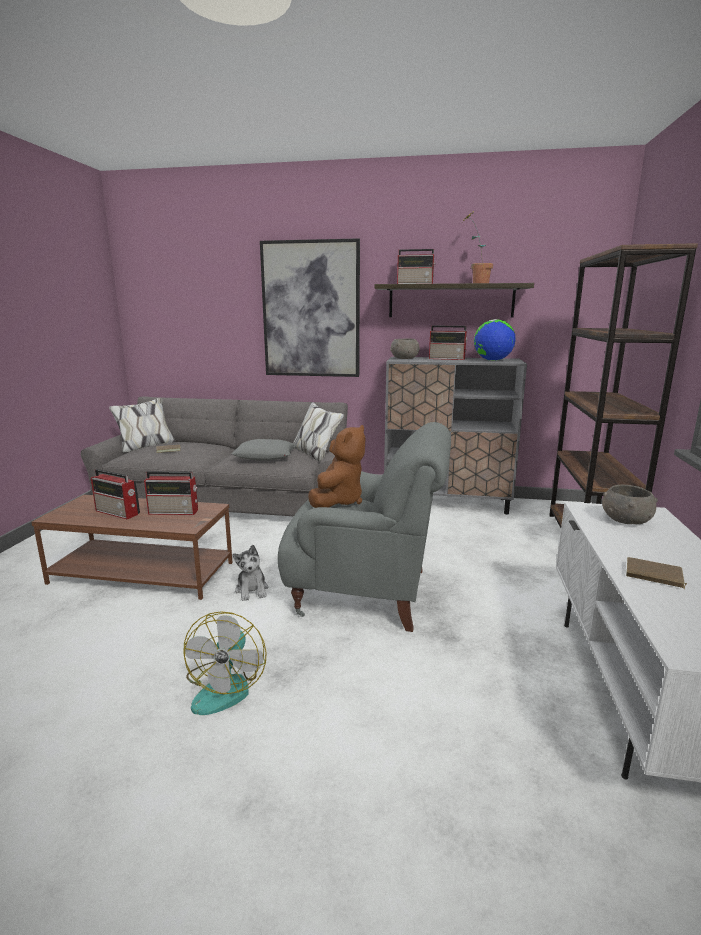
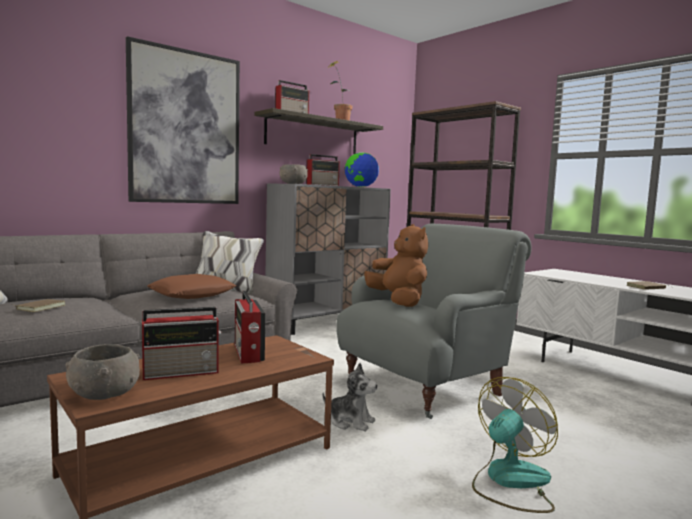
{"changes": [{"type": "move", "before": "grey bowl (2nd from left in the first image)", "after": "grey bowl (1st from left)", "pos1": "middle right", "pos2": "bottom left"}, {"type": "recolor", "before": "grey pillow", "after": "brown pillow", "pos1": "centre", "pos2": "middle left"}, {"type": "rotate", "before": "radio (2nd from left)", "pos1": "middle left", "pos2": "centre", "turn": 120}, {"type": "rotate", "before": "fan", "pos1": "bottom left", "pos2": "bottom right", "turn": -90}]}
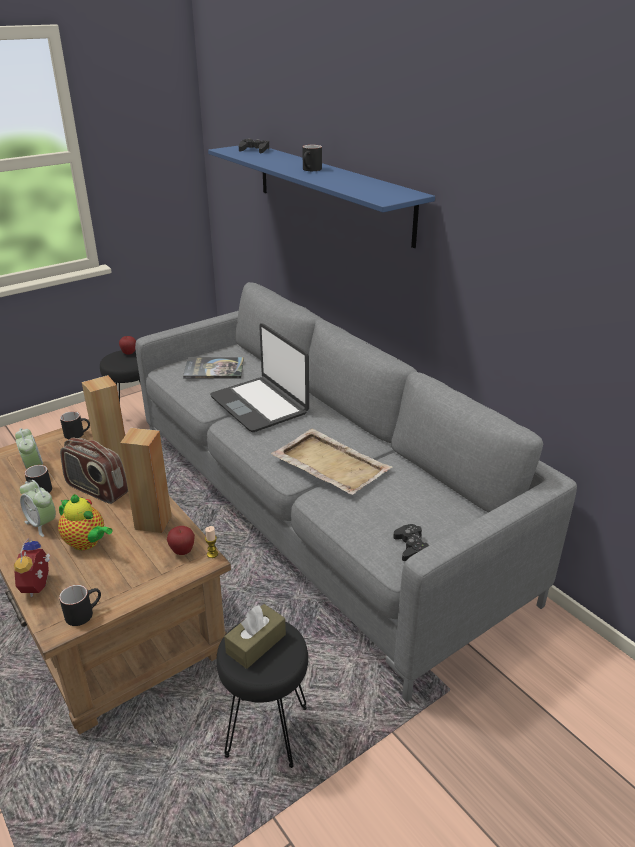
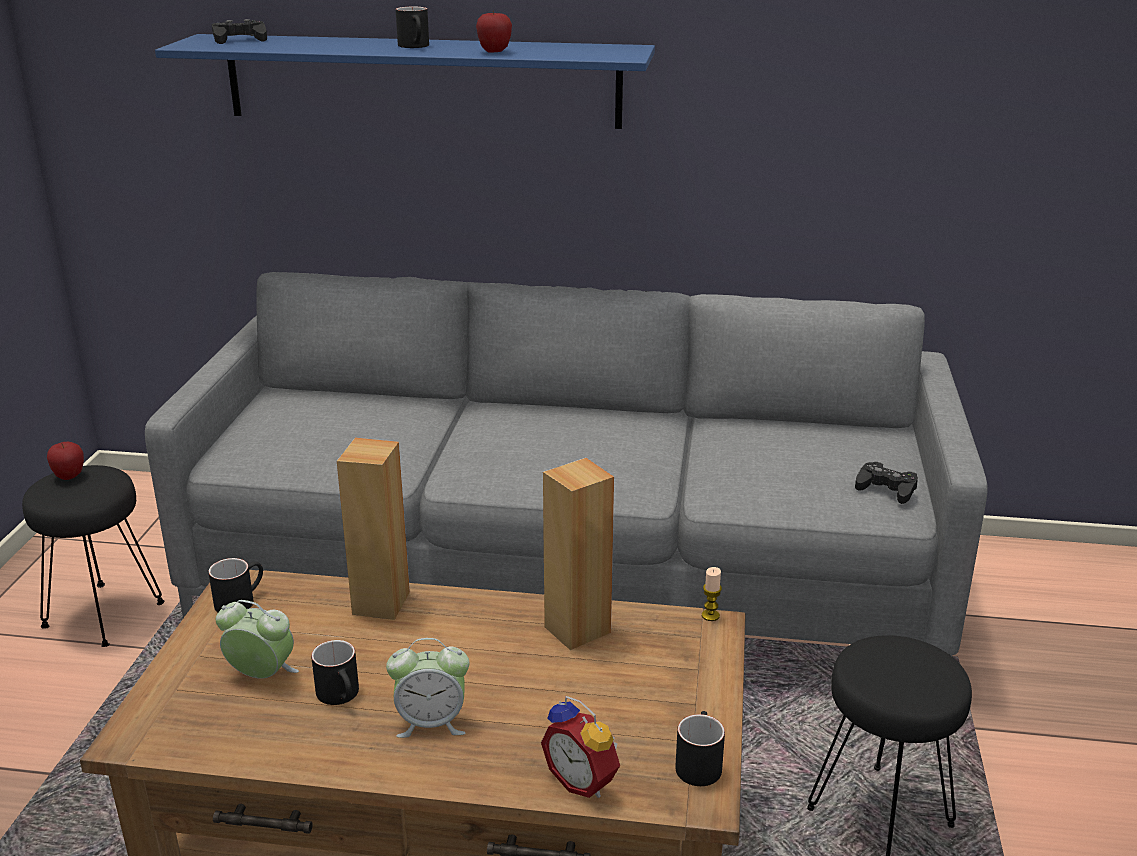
{"changes": [{"type": "move", "before": "apple (2nd from left)", "pos1": "middle left", "pos2": "top centre"}, {"type": "delete", "before": "teapot", "pos1": "middle left"}, {"type": "delete", "before": "radio", "pos1": "middle left"}, {"type": "delete", "before": "book", "pos1": "centre"}, {"type": "delete", "before": "laptop", "pos1": "centre"}, {"type": "delete", "before": "brown tissue box", "pos1": "bottom centre"}, {"type": "delete", "before": "beige tray", "pos1": "centre"}]}
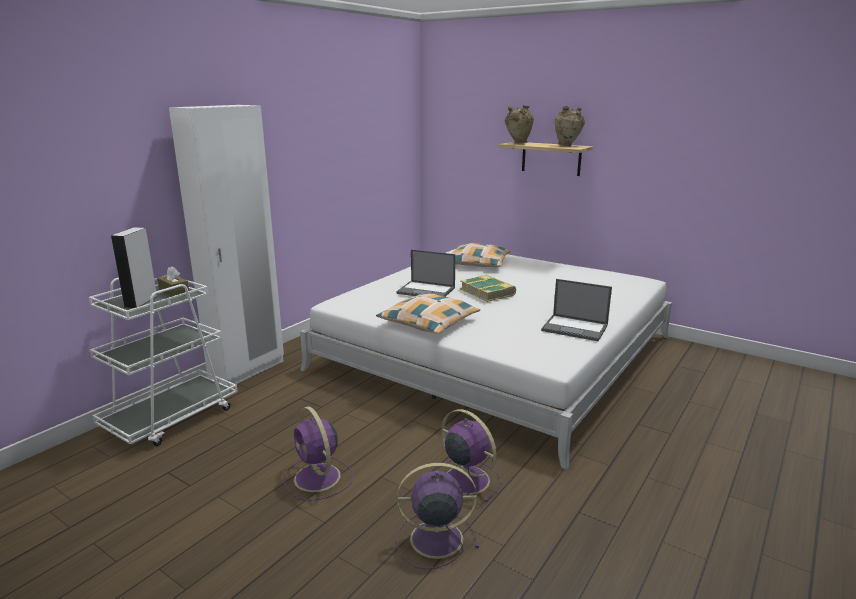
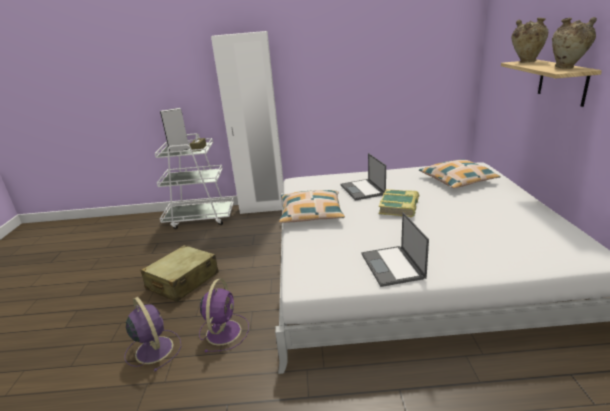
{"changes": [{"type": "replace", "before": "purple fan (1st from left)", "after": "beige suitcase", "pos1": "bottom centre", "pos2": "middle left"}]}
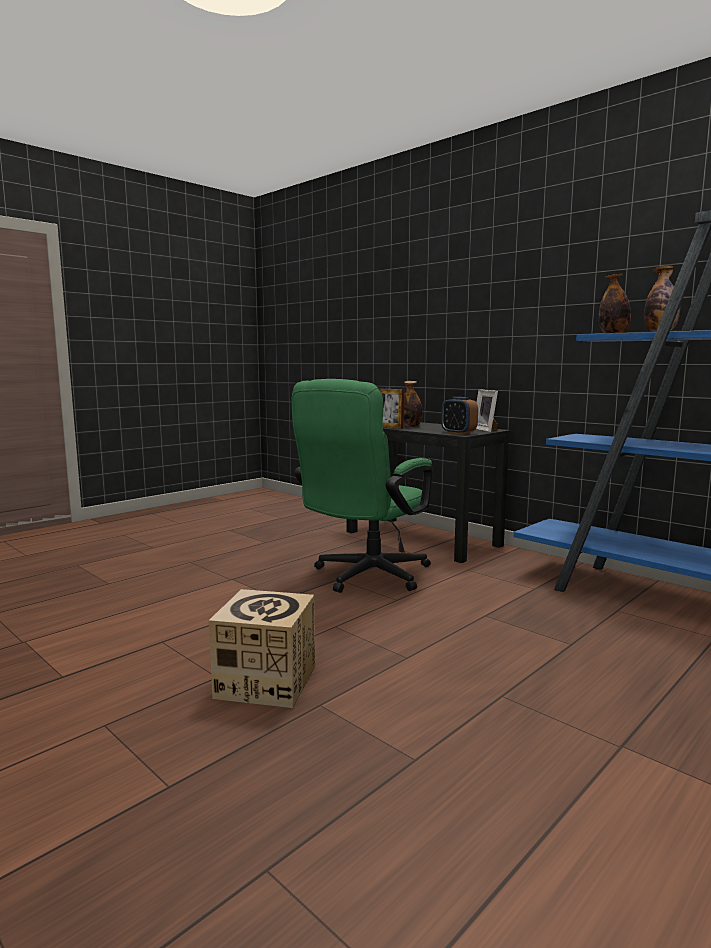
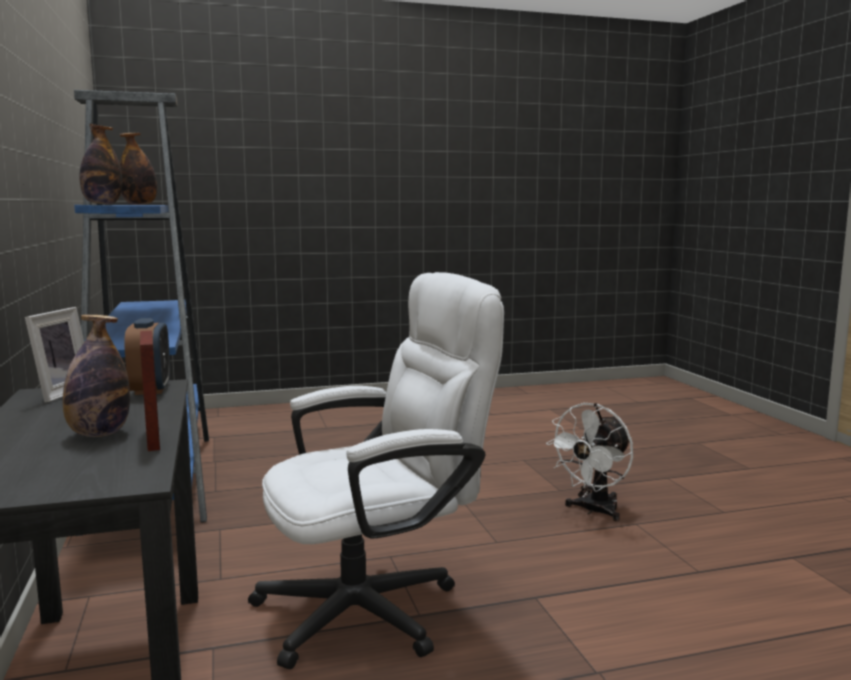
{"changes": [{"type": "recolor", "before": "green office chair", "after": "white office chair", "pos1": "centre", "pos2": "bottom centre"}, {"type": "replace", "before": "cardboard box", "after": "white fan", "pos1": "bottom centre", "pos2": "bottom right"}]}
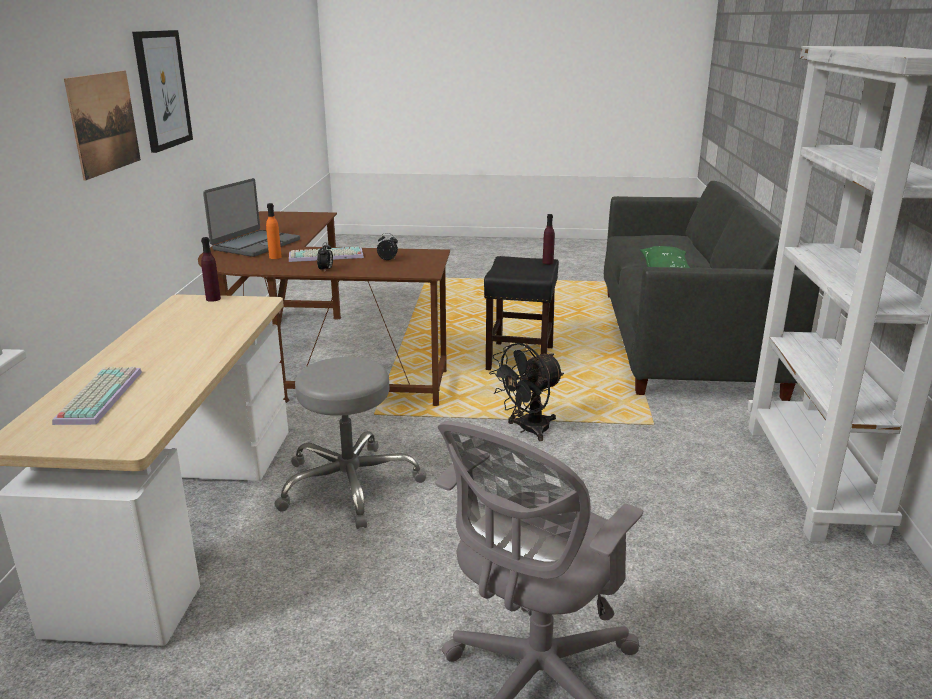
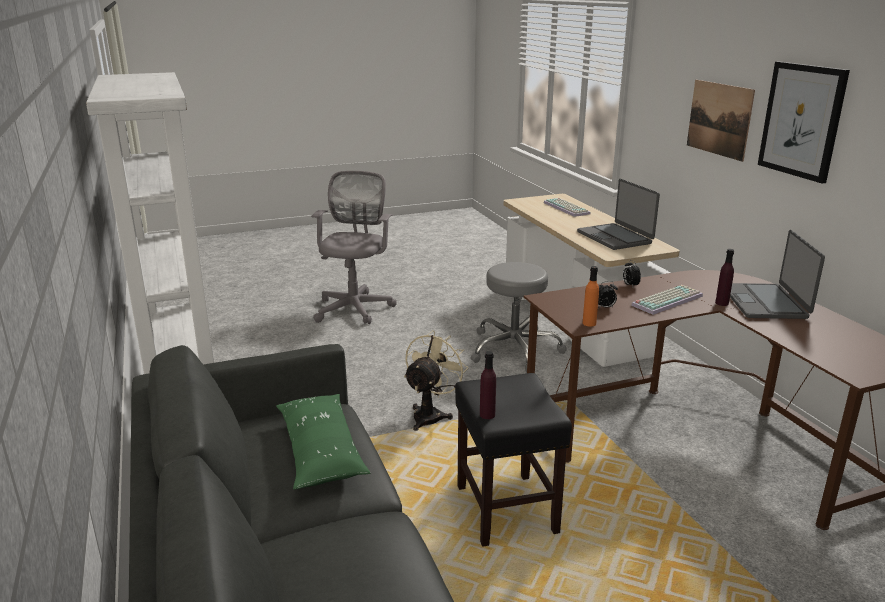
{"changes": [{"type": "recolor", "before": "black fan", "after": "beige fan", "pos1": "centre", "pos2": "centre"}, {"type": "insert", "after": "laptop (1st from left)", "pos2": "middle right"}, {"type": "move", "before": "orange bottle", "pos1": "top left", "pos2": "middle right"}, {"type": "move", "before": "purple bottle (1st from left in the first image)", "after": "purple bottle (2nd from left)", "pos1": "middle left", "pos2": "middle right"}]}
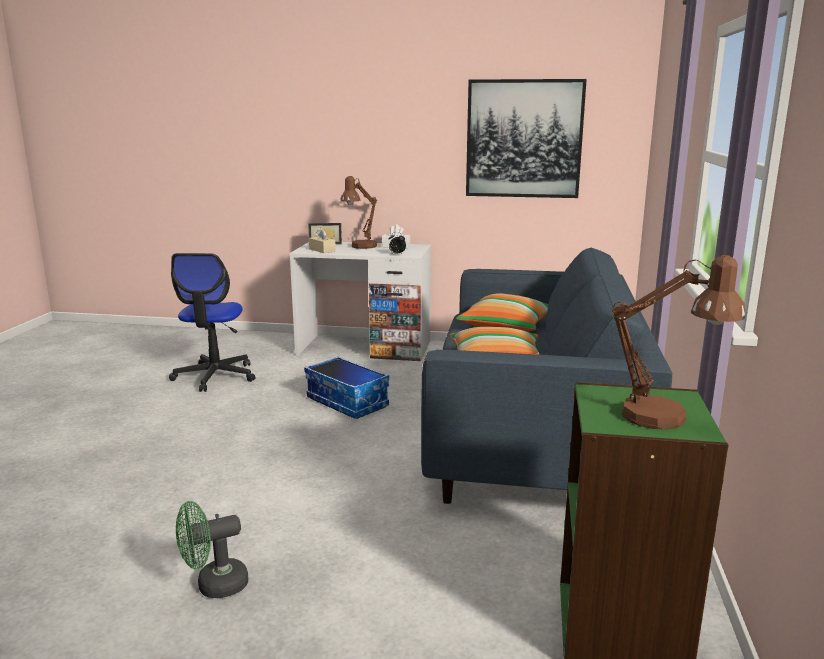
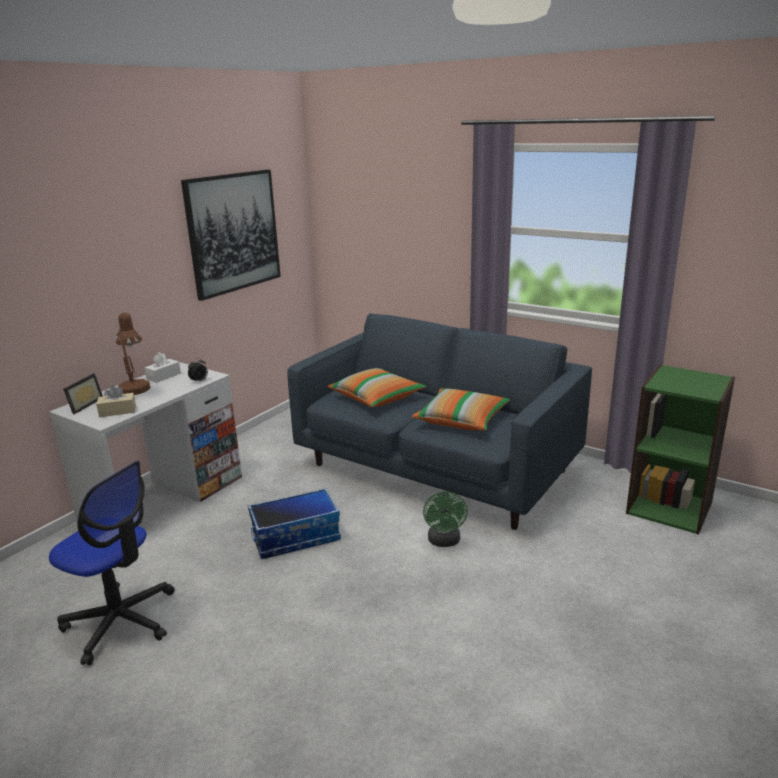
{"changes": [{"type": "move", "before": "green fan", "pos1": "bottom left", "pos2": "bottom centre"}, {"type": "delete", "before": "brown table lamp (2nd from left)", "pos1": "middle right"}]}
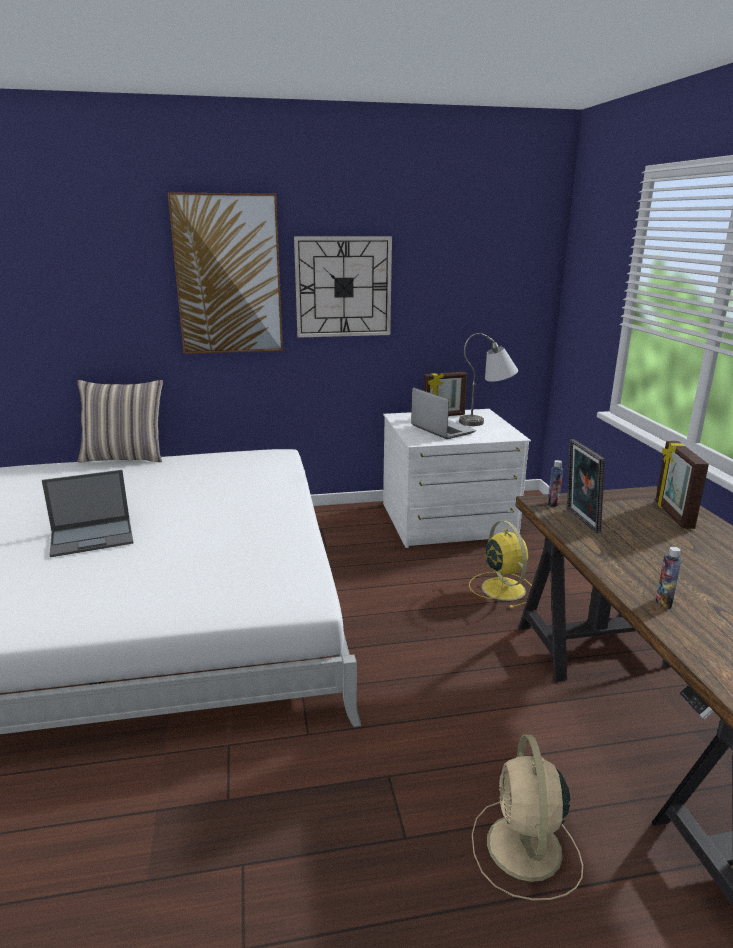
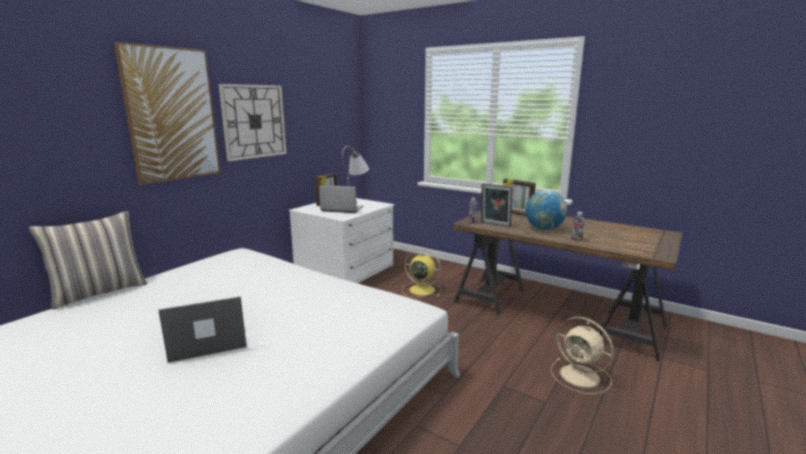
{"changes": [{"type": "rotate", "before": "laptop (1st from left)", "pos1": "middle left", "pos2": "bottom left", "turn": -135}, {"type": "insert", "after": "globe", "pos2": "middle right"}]}
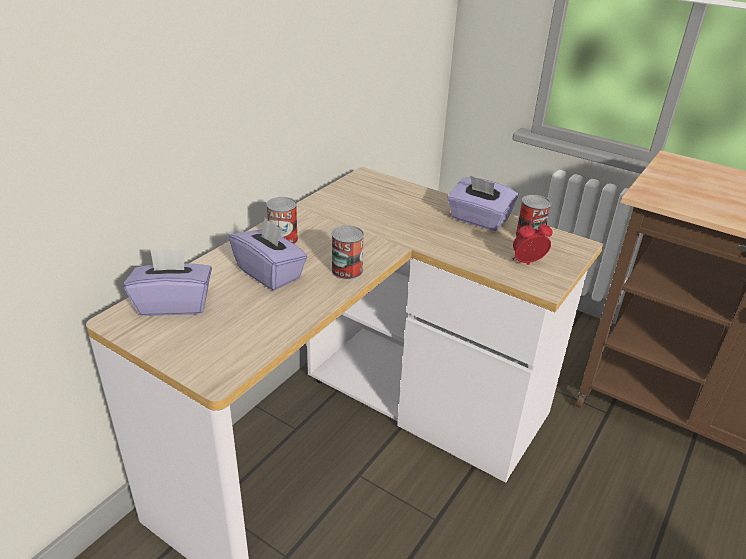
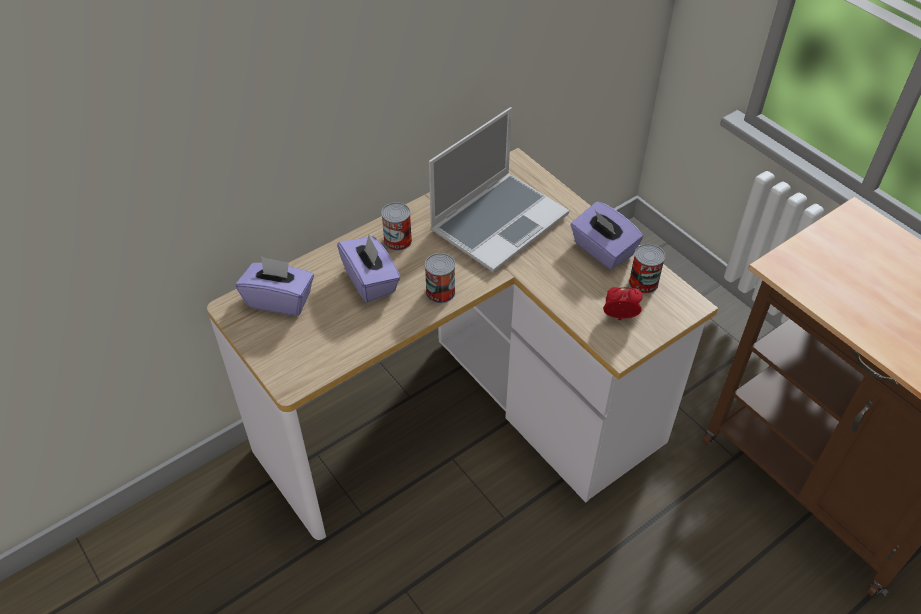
{"changes": [{"type": "insert", "after": "laptop", "pos2": "top centre"}]}
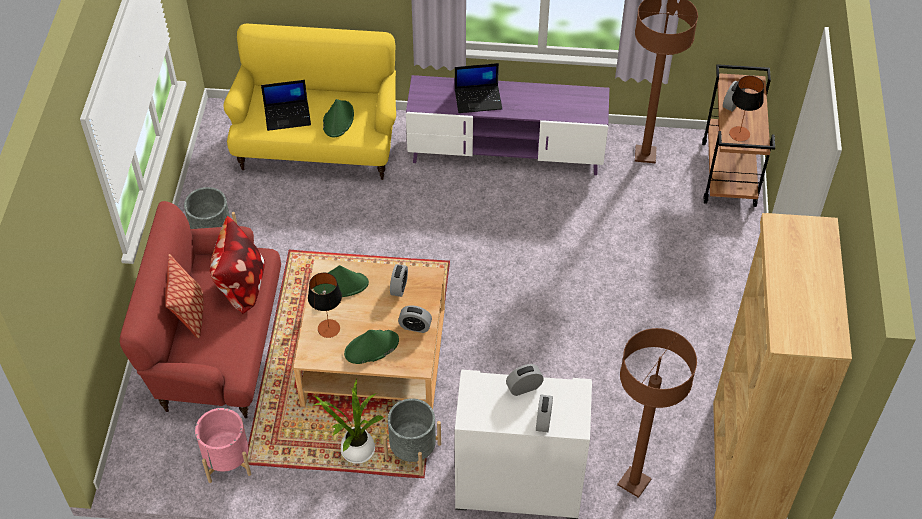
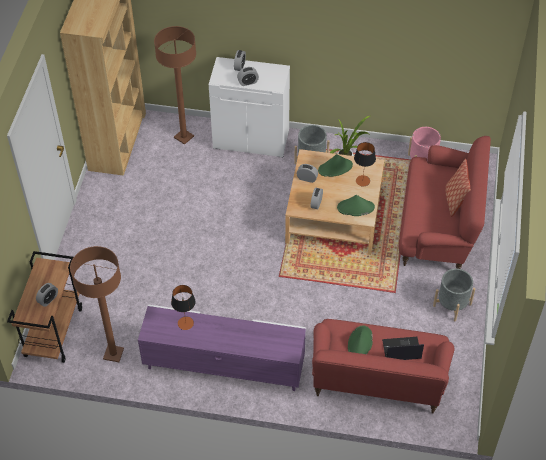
{"changes": [{"type": "move", "before": "table lamp (2nd from left in the first image)", "after": "table lamp (1st from left)", "pos1": "top right", "pos2": "bottom centre"}, {"type": "recolor", "before": "yellow sofa", "after": "red sofa (1st from left)", "pos1": "top centre", "pos2": "bottom right"}, {"type": "delete", "before": "pillow (2nd from left)", "pos1": "middle left"}, {"type": "delete", "before": "laptop (2nd from left)", "pos1": "top centre"}]}
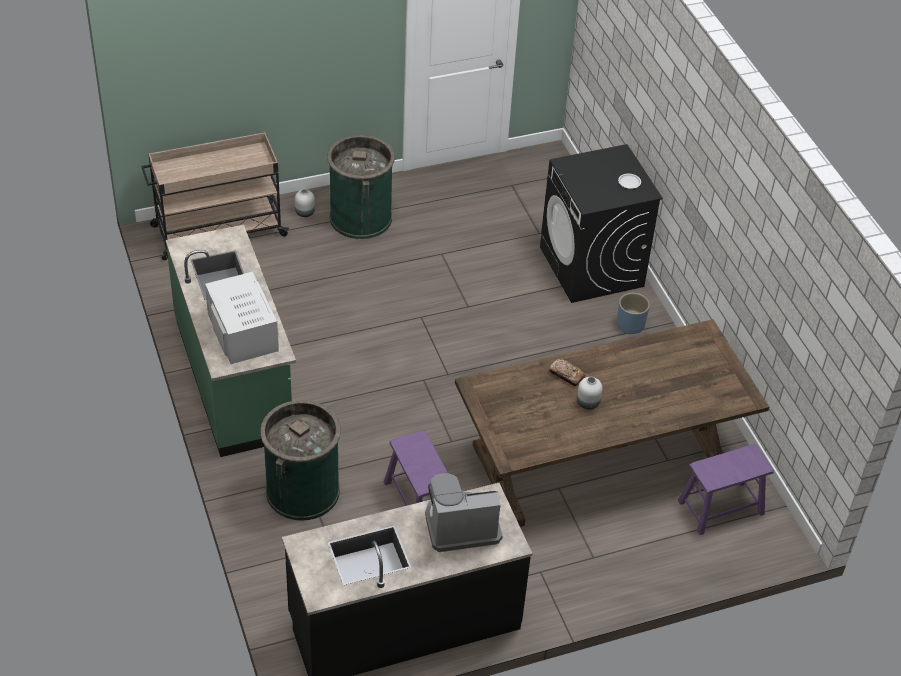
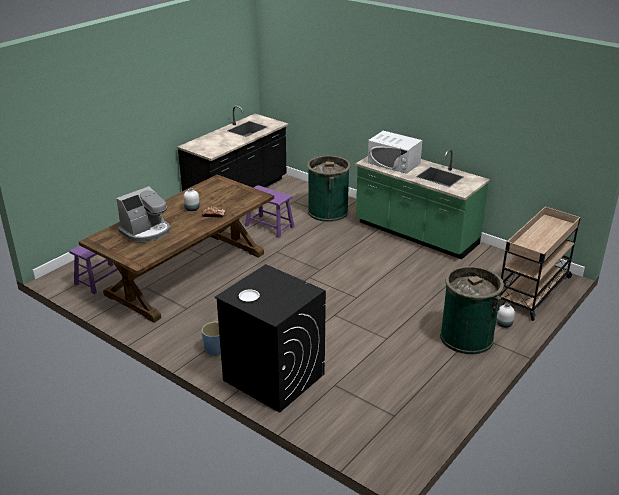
{"changes": [{"type": "move", "before": "coffee machine", "pos1": "bottom centre", "pos2": "middle left"}]}
